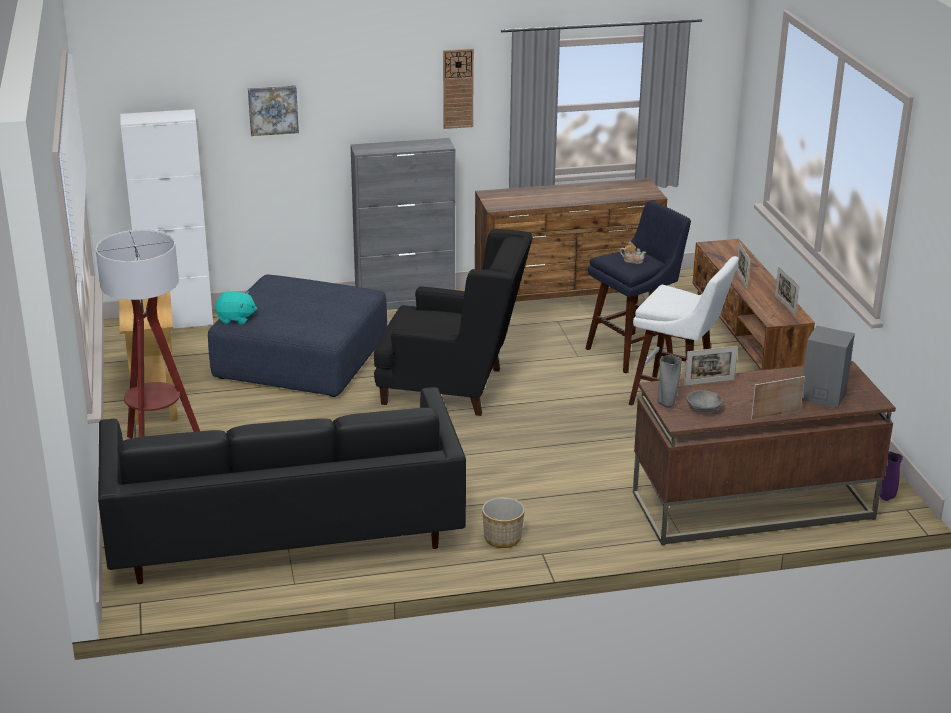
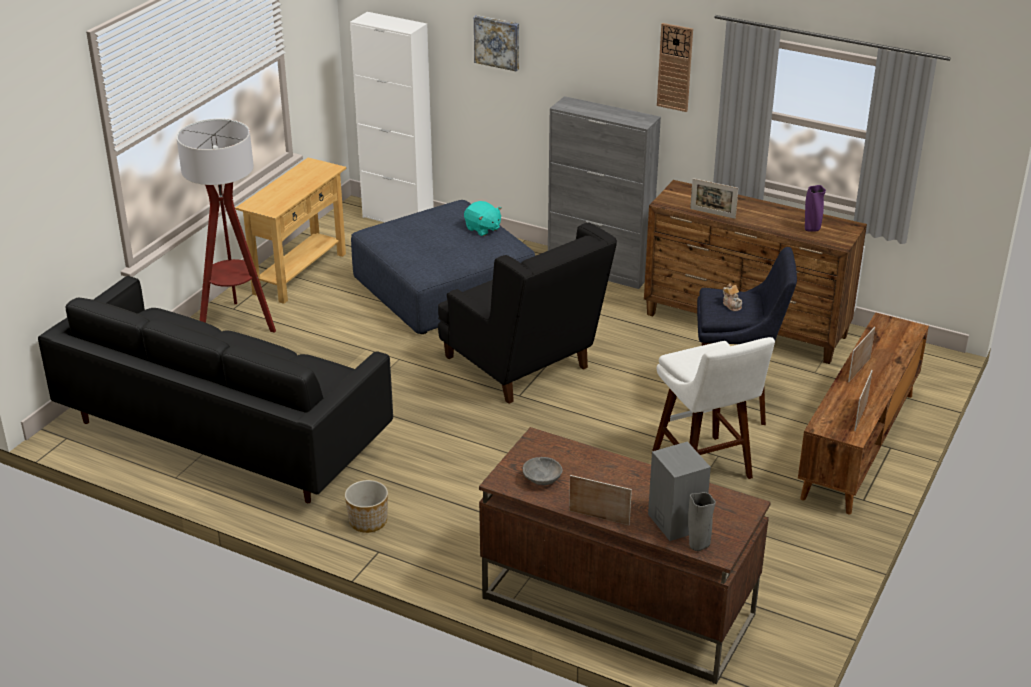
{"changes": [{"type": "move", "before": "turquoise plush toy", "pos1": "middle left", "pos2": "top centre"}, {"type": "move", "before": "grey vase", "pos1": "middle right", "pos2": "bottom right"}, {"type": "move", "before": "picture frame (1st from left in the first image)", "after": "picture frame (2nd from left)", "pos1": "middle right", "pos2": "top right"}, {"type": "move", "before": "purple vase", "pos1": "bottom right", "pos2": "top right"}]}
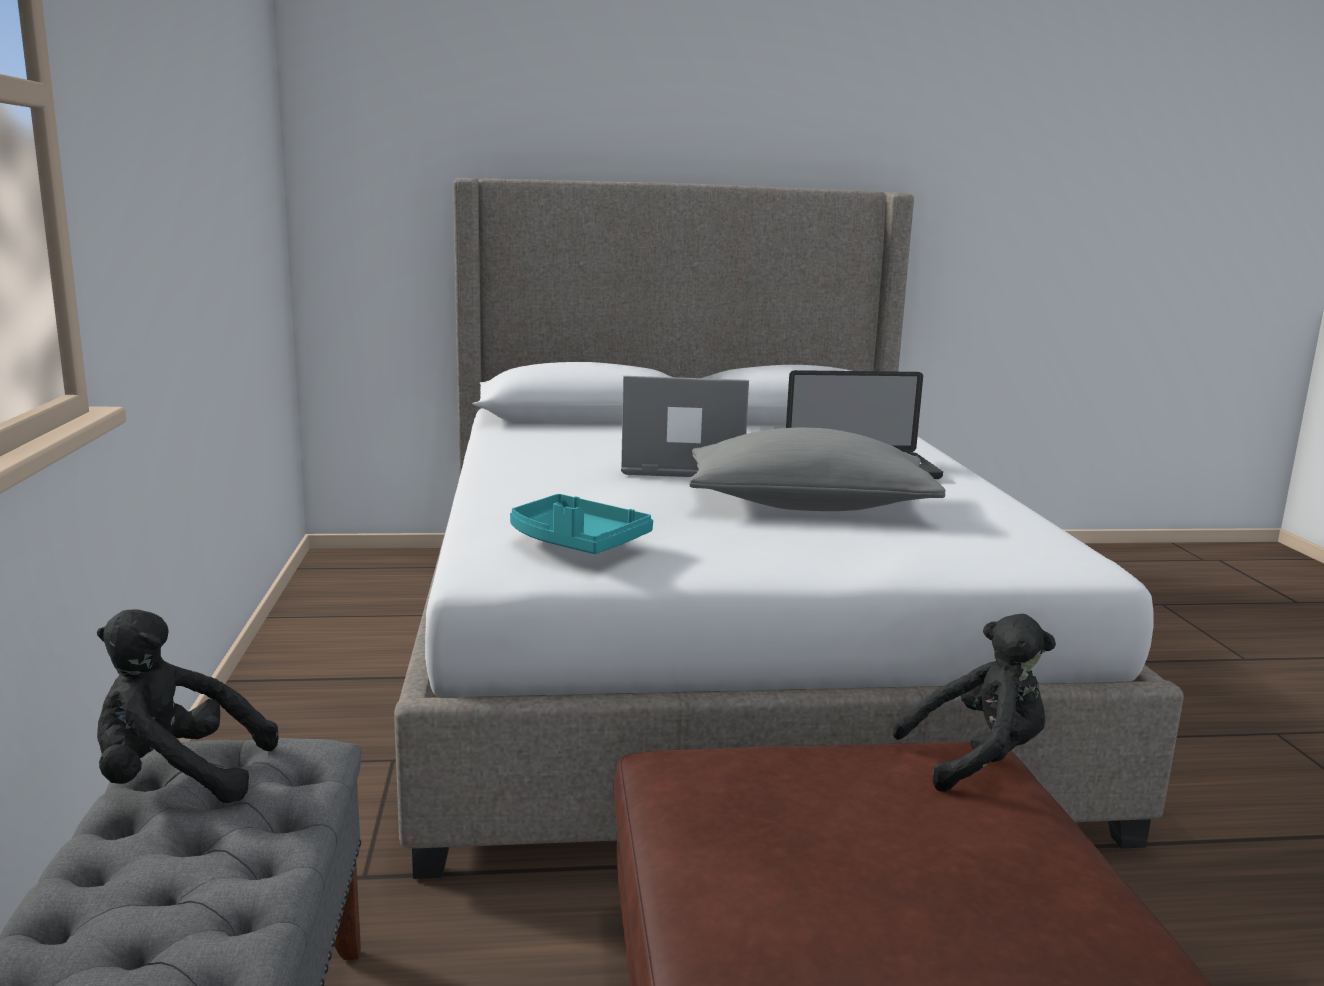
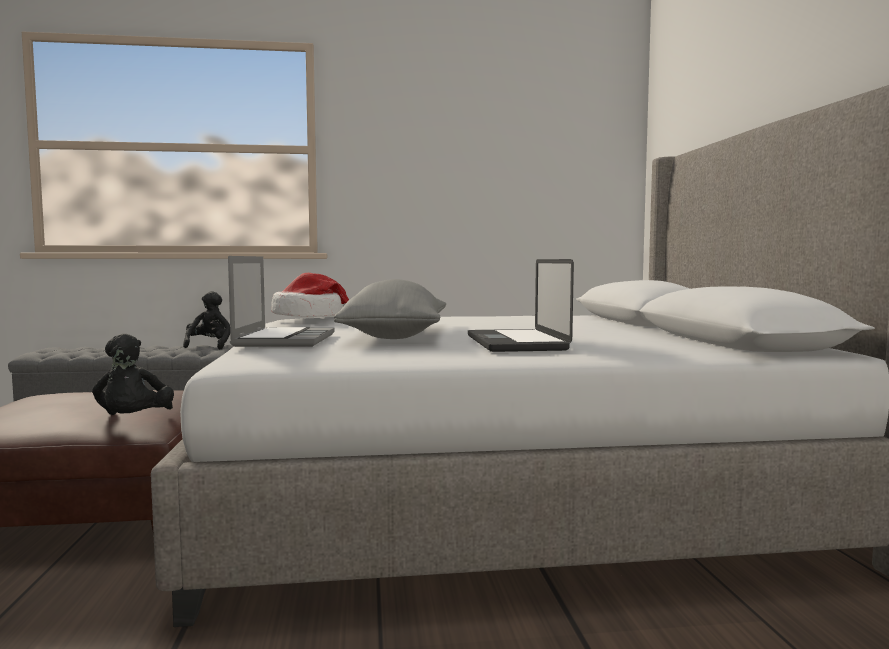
{"changes": [{"type": "move", "before": "laptop (1st from left)", "pos1": "centre", "pos2": "middle left"}, {"type": "replace", "before": "turquoise tray", "after": "hat", "pos1": "centre", "pos2": "centre"}]}
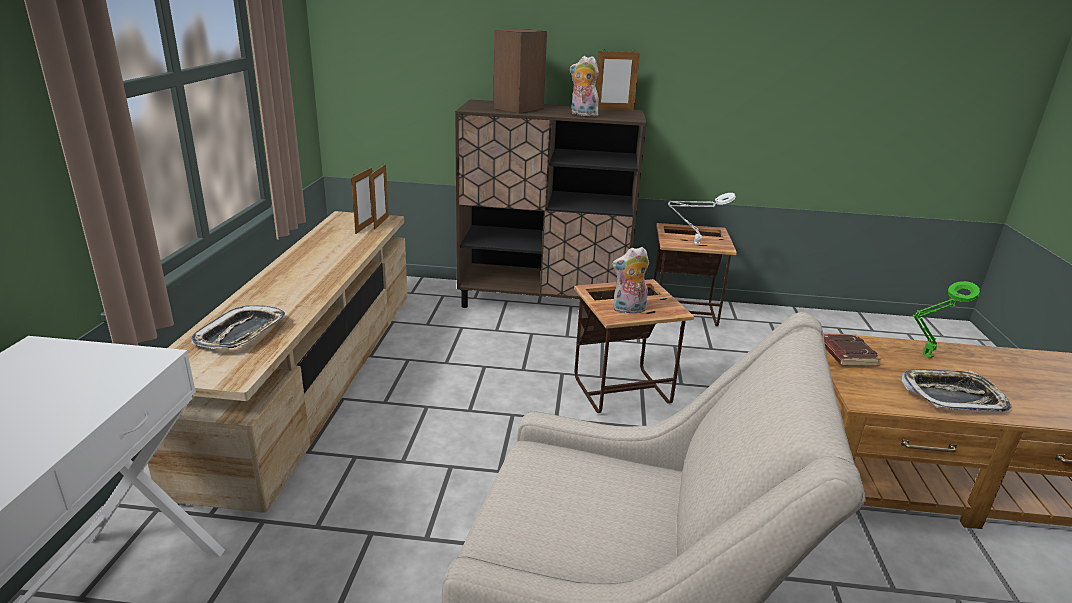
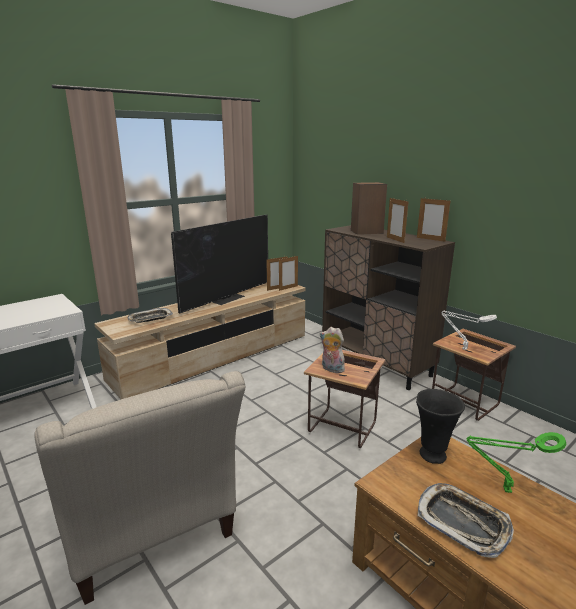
{"changes": [{"type": "insert", "after": "television", "pos2": "centre"}, {"type": "replace", "before": "plush toy (1st from left)", "after": "picture frame (3rd from left)", "pos1": "top centre", "pos2": "middle right"}, {"type": "replace", "before": "brown book", "after": "black vase", "pos1": "middle right", "pos2": "bottom right"}]}
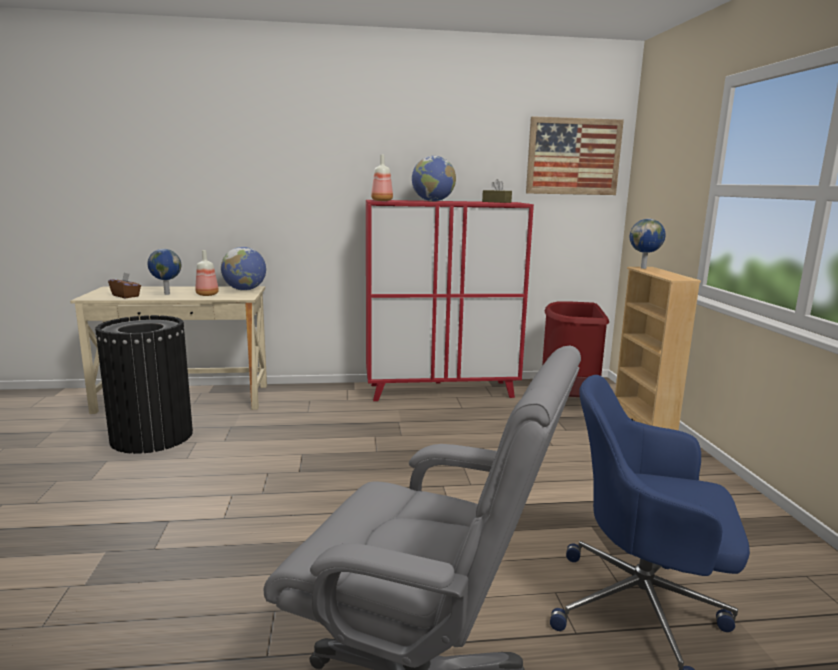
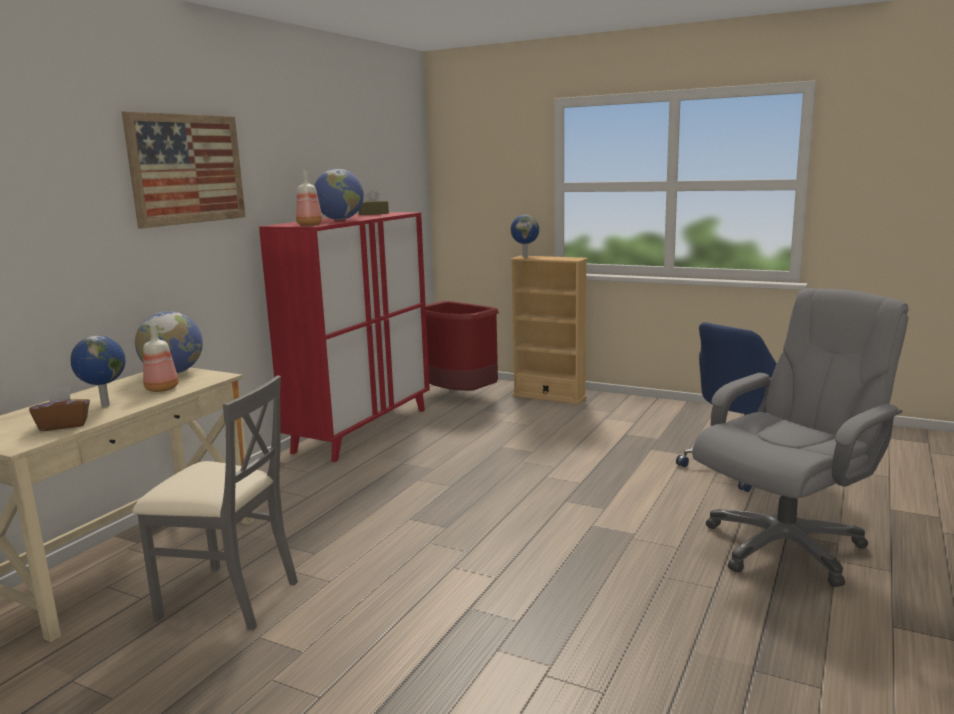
{"changes": [{"type": "move", "before": "picture", "pos1": "top right", "pos2": "top left"}, {"type": "replace", "before": "black trash can", "after": "grey chair", "pos1": "middle left", "pos2": "bottom left"}]}
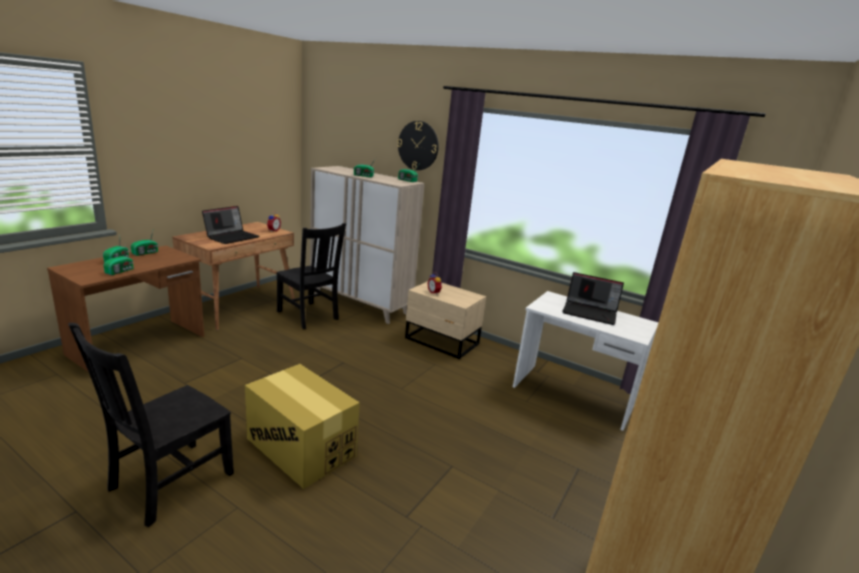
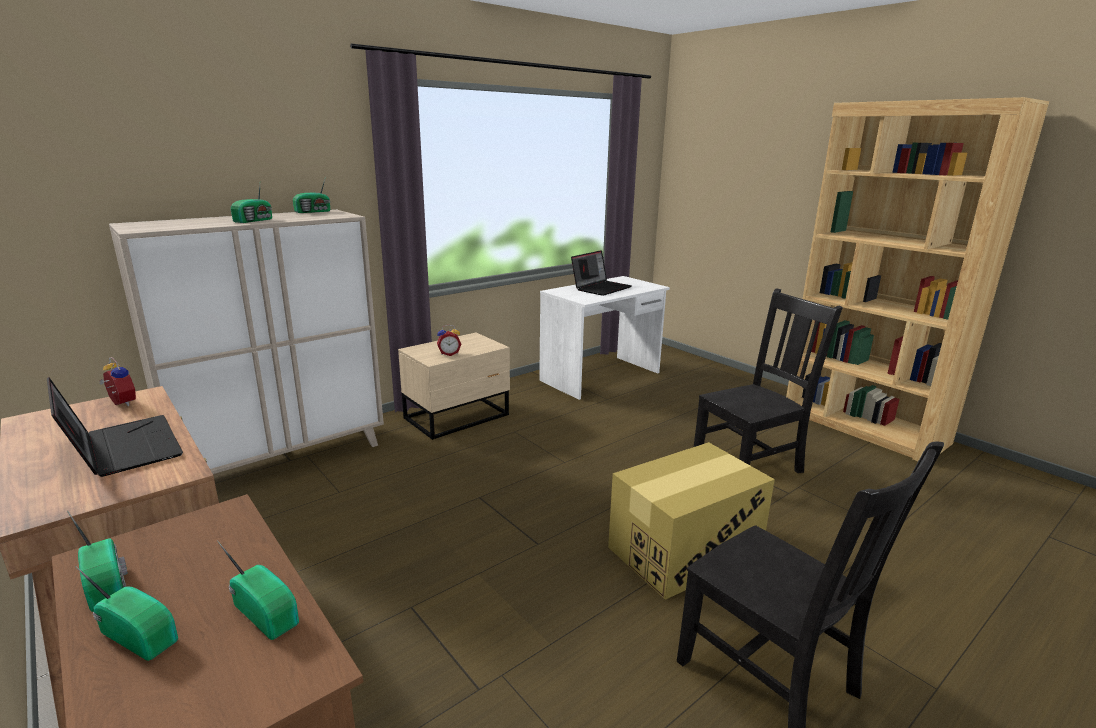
{"changes": [{"type": "move", "before": "black chair (2nd from left in the first image)", "after": "black chair (1st from left)", "pos1": "centre", "pos2": "middle right"}, {"type": "delete", "before": "wall clock", "pos1": "top centre"}]}
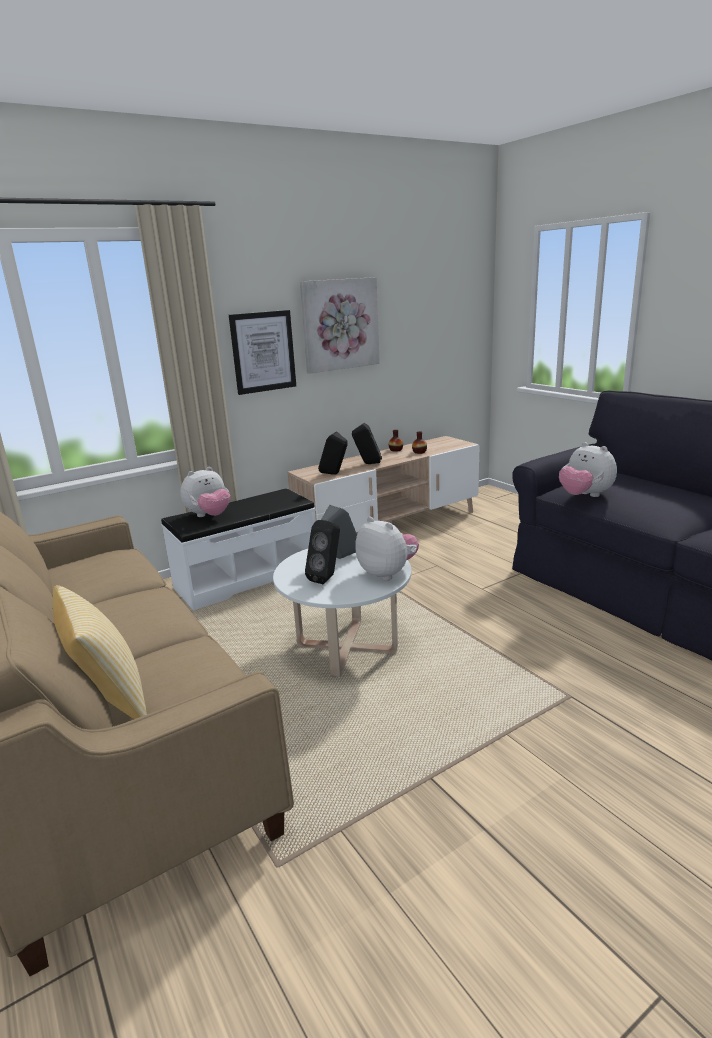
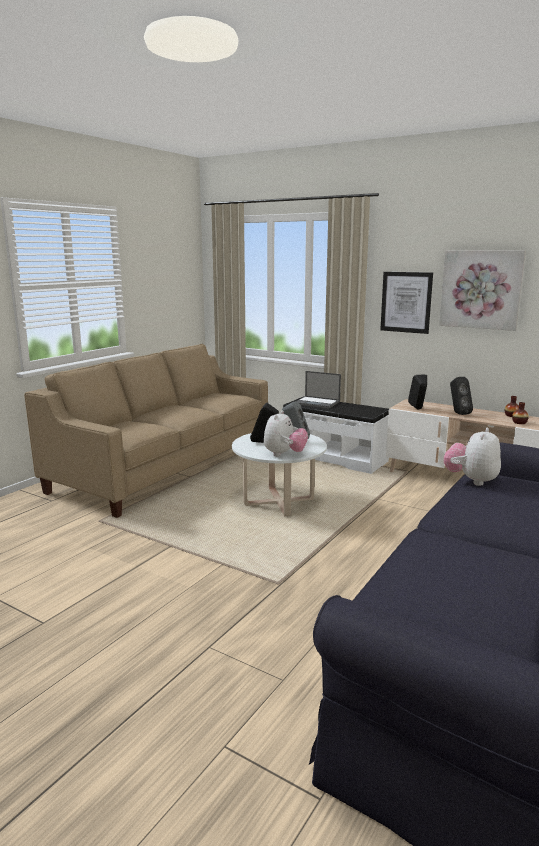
{"changes": [{"type": "replace", "before": "plush toy (1st from left)", "after": "laptop", "pos1": "middle left", "pos2": "centre"}, {"type": "delete", "before": "pillow", "pos1": "middle left"}]}
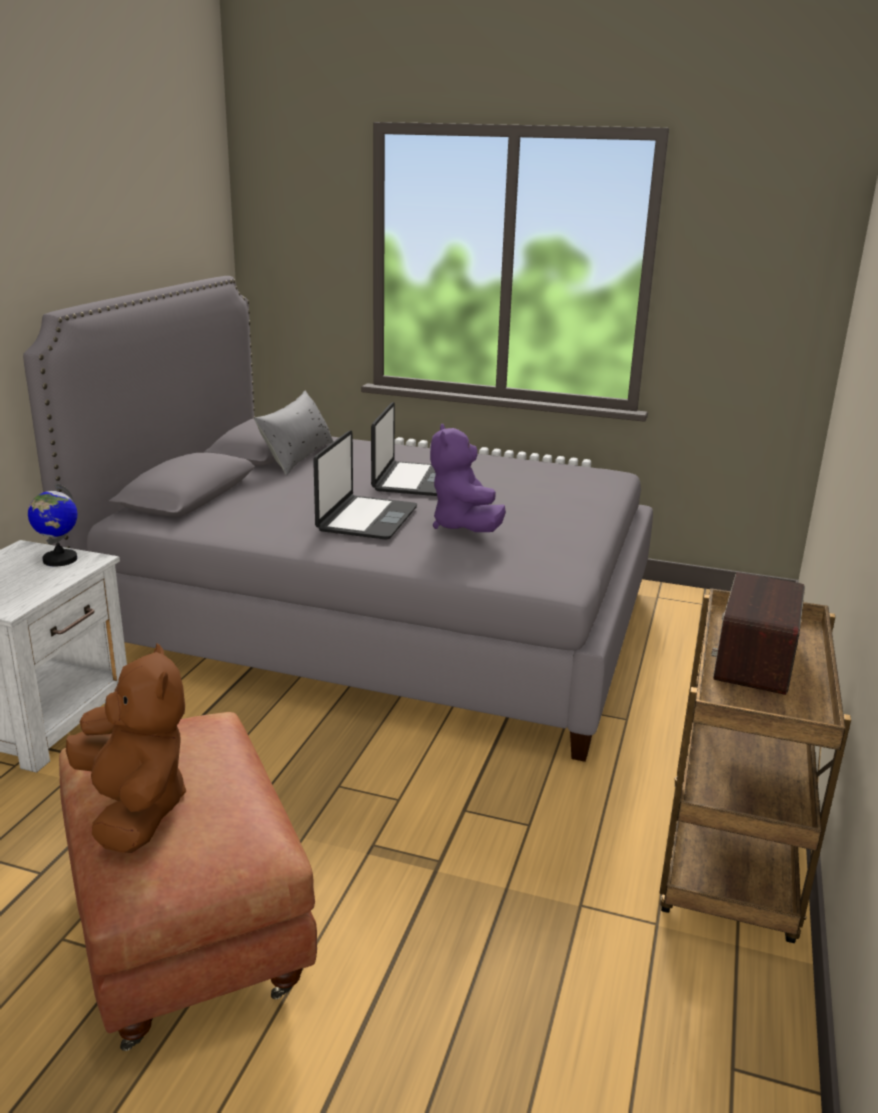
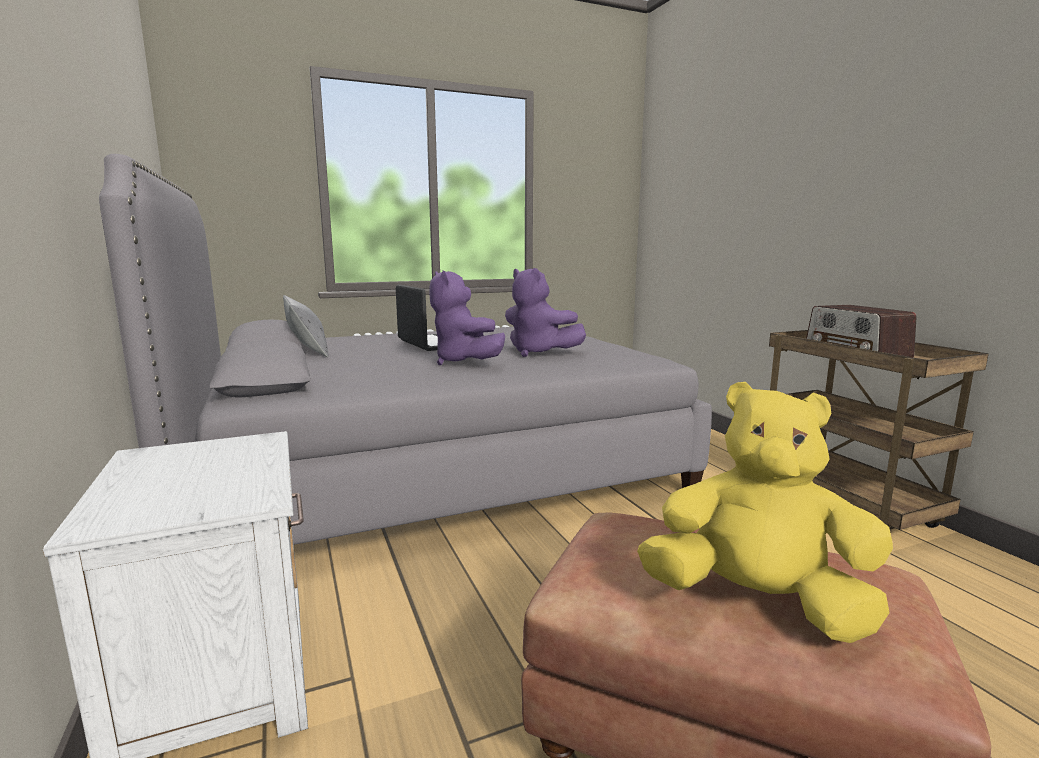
{"changes": [{"type": "replace", "before": "laptop (1st from left)", "after": "purple plush toy (1st from left)", "pos1": "centre", "pos2": "centre"}, {"type": "recolor", "before": "brown plush toy", "after": "yellow plush toy", "pos1": "bottom left", "pos2": "bottom right"}, {"type": "delete", "before": "globe", "pos1": "middle left"}]}
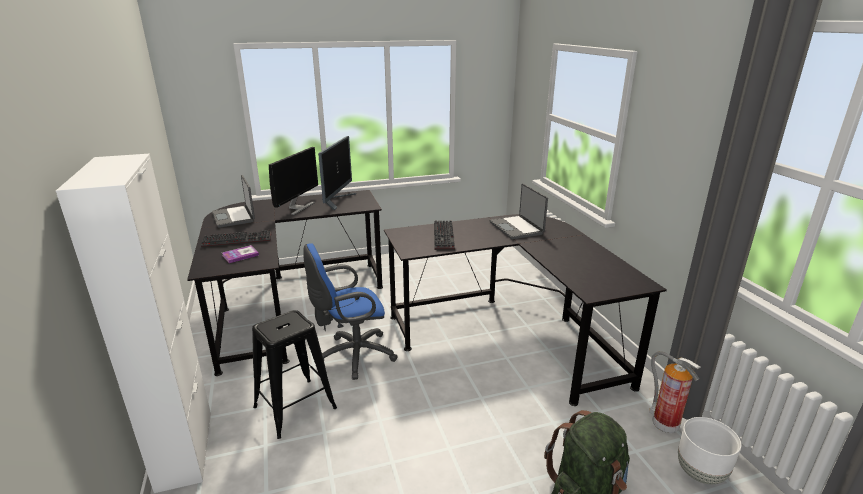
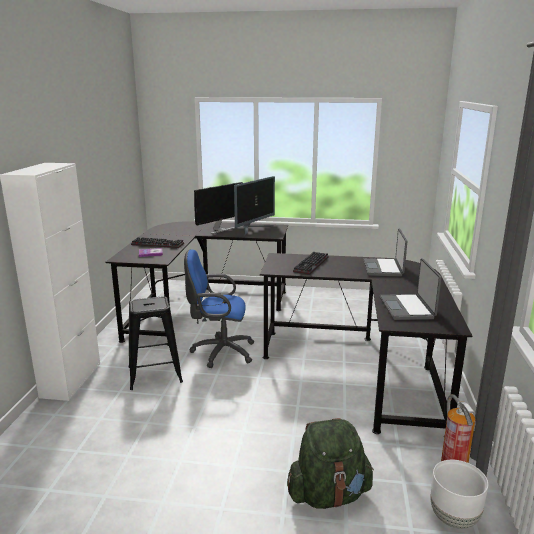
{"changes": [{"type": "move", "before": "laptop (1st from left in the first image)", "after": "laptop (2nd from left)", "pos1": "middle left", "pos2": "middle right"}]}
